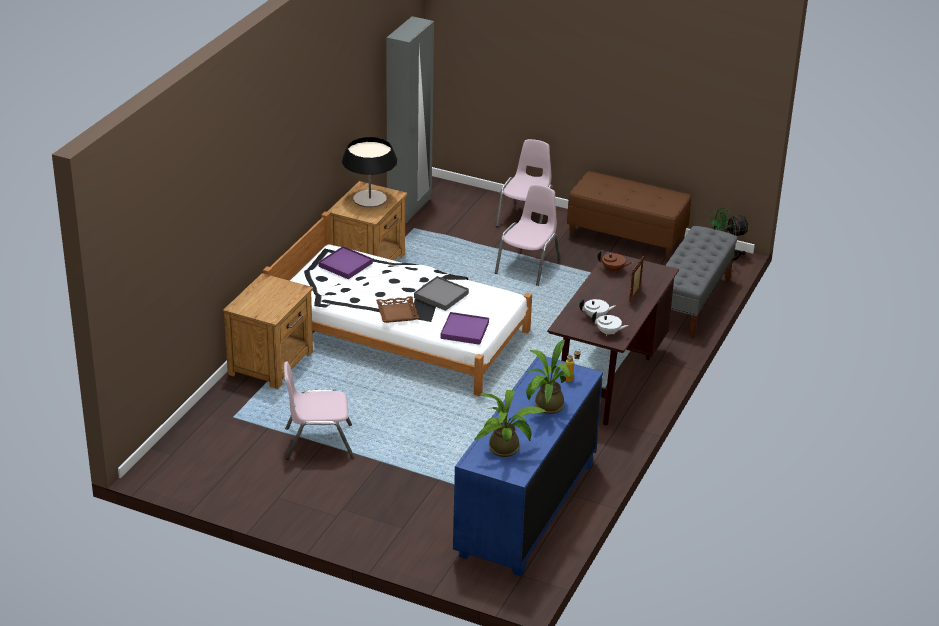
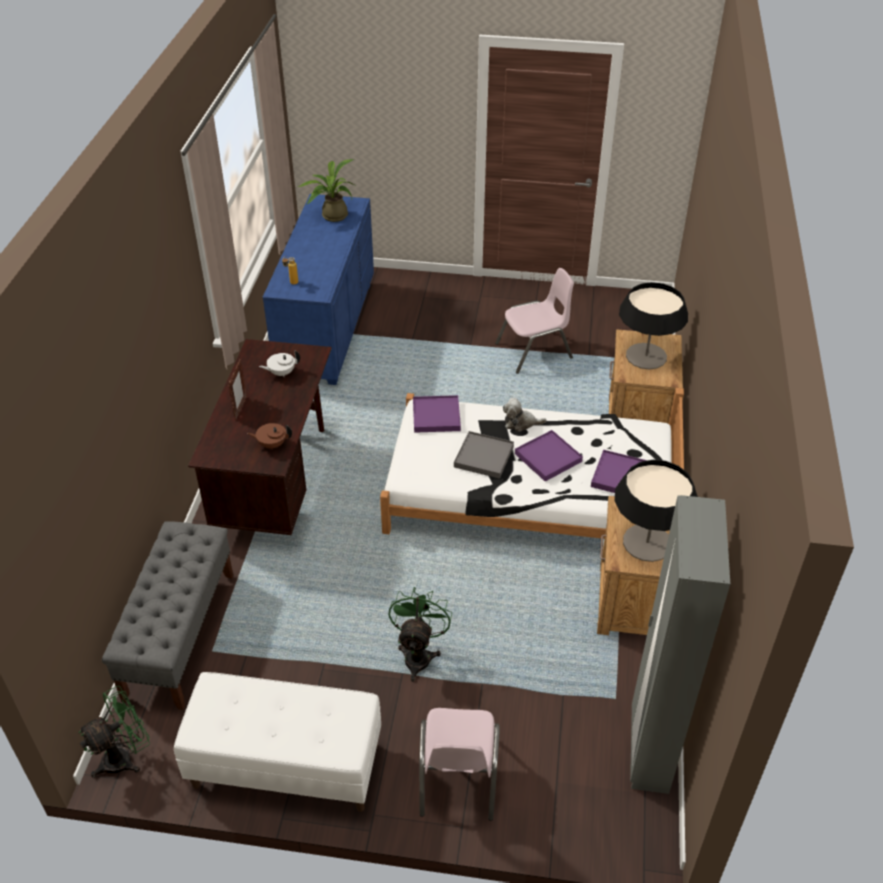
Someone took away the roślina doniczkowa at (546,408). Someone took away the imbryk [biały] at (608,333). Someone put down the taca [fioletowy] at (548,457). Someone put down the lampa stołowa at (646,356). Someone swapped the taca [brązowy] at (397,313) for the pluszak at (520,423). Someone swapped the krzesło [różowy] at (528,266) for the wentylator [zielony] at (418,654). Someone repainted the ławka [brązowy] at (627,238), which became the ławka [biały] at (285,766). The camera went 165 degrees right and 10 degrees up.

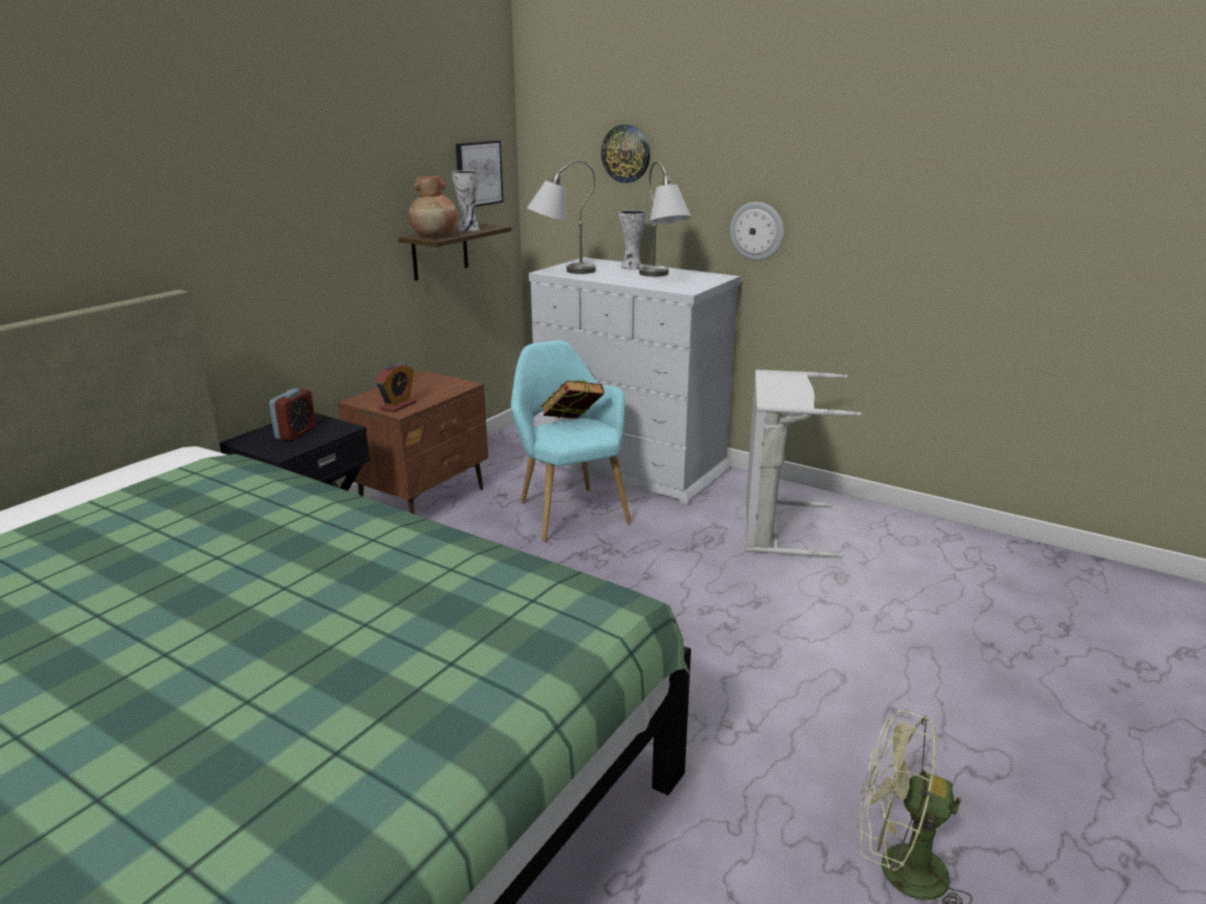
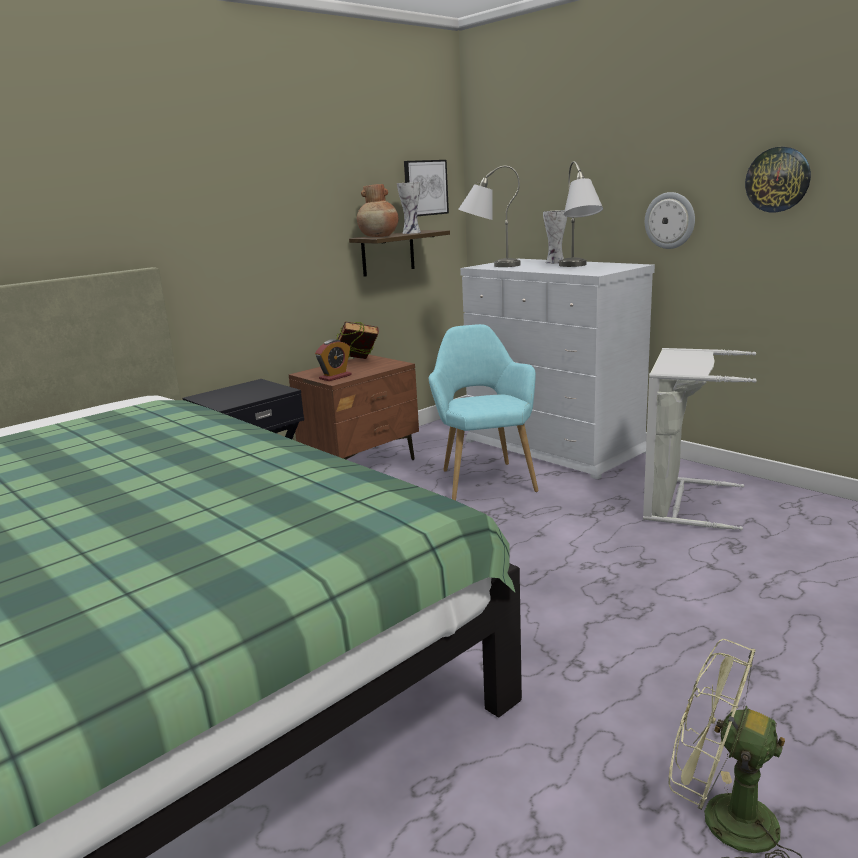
Someone took away the budzik at (296,433). Someone carried the książka from (572,425) to (357,363). Someone carried the zegar ścienny from (626,153) to (778,179). The camera went 15 degrees right and 5 degrees down.

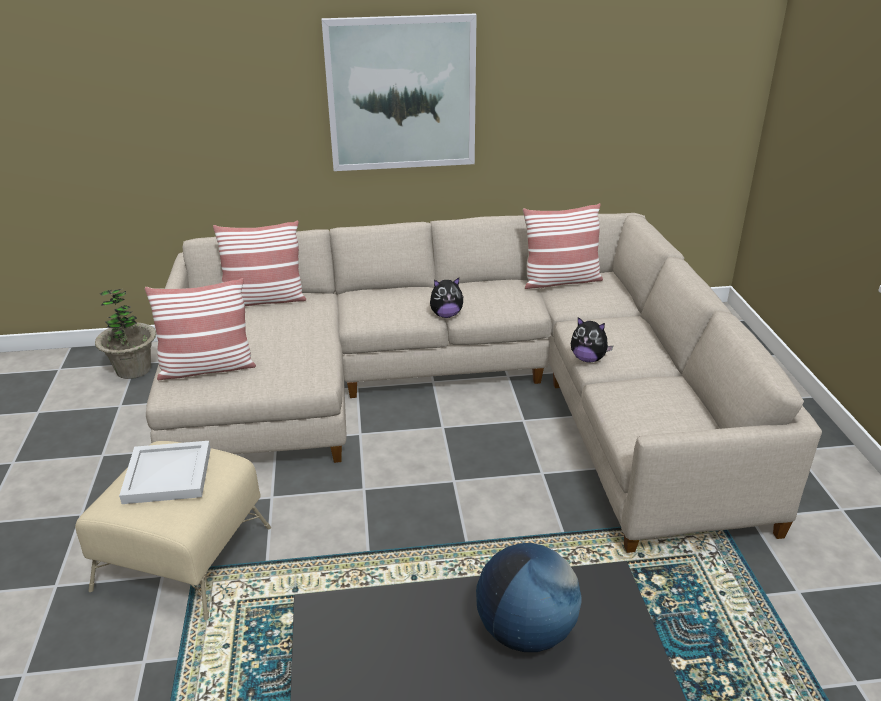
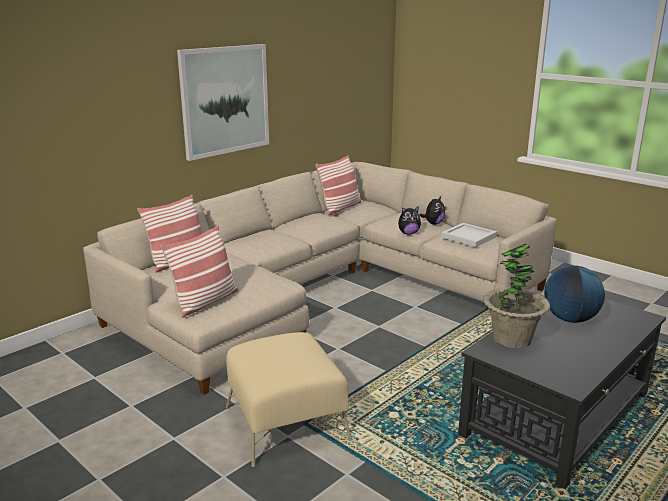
Someone carried the roślina doniczkowa from (133,369) to (511,339). Someone carried the taca [biały] from (169,476) to (469,237). Someone carried the pluszak from (446,315) to (433,223). The camera went 40 degrees left and 10 degrees down.

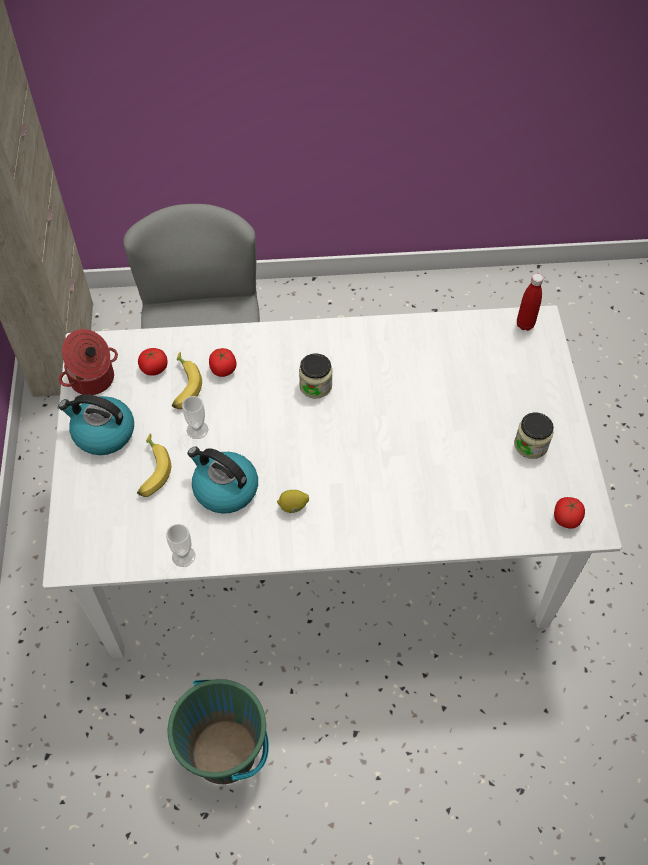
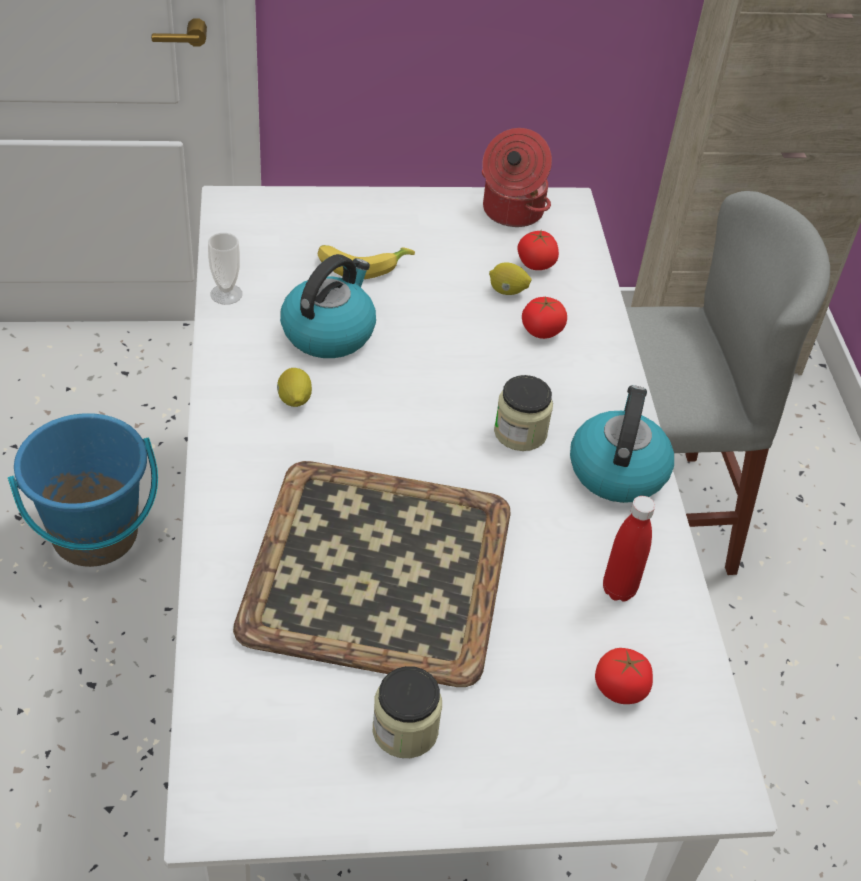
Someone took away the filiżanka at (197,430). Someone put down the taca at (376,567). Someone carried the czajnik from (103,433) to (617,470). Someone carried the butelka [czerwony] from (525,324) to (619,590). Someone carried the pomidor from (566,519) to (620,689). Someone swapped the banan at (183,386) for the cytryna at (507,291). Someone repainted the wiadro [zielony] at (225,752), which became the wiadro [niebieski] at (95,535). The camera went 85 degrees right and 10 degrees down.

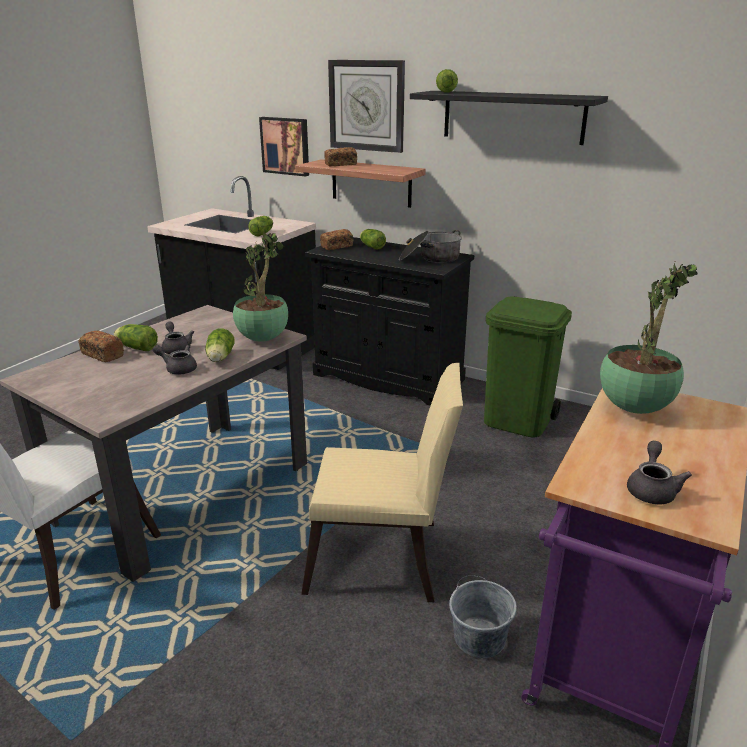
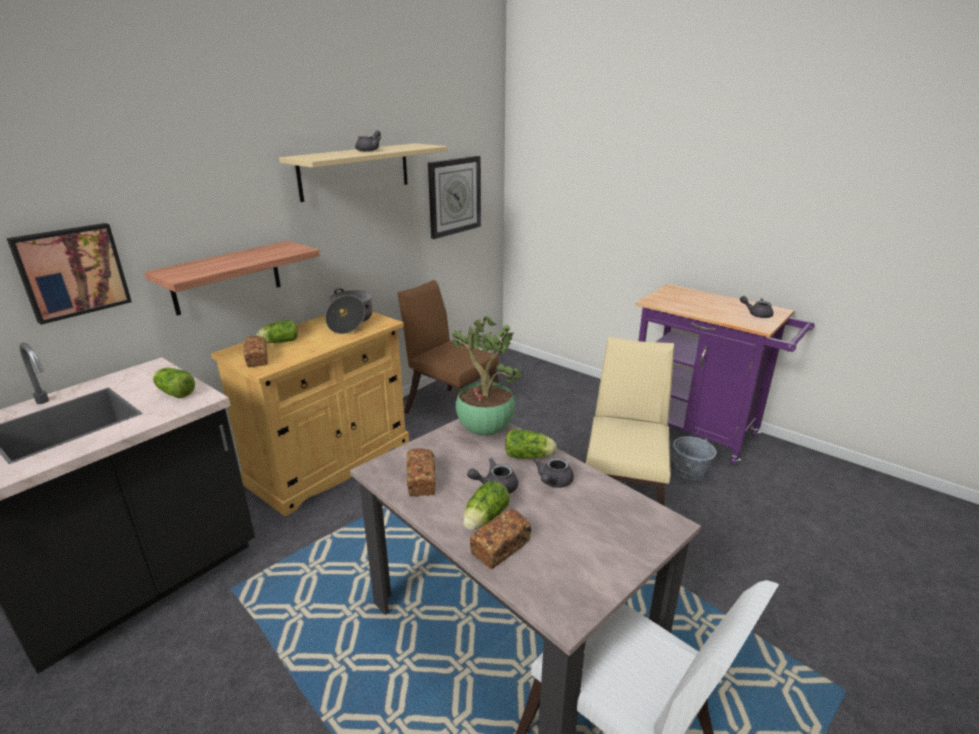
Someone took away the sałata at (445,91). Someone took away the roślina doniczkowa at (634,407). Someone put down the imbryk [szary] at (370,150). Someone carried the chleb from (340,164) to (421,481). Someone carried the zegar ścienny from (367,106) to (454,196). Someone swapped the kosz na śmieci [zielony] at (518,421) for the krzesło [brązowy] at (450,410). Someone repainted the szafka [czarny] at (388,377), which became the szafka [beżowy] at (330,463). Someone repainted the półka [czarny] at (512,117), which became the półka [beżowy] at (355,171). The camera went 80 degrees left and 0 degrees up.

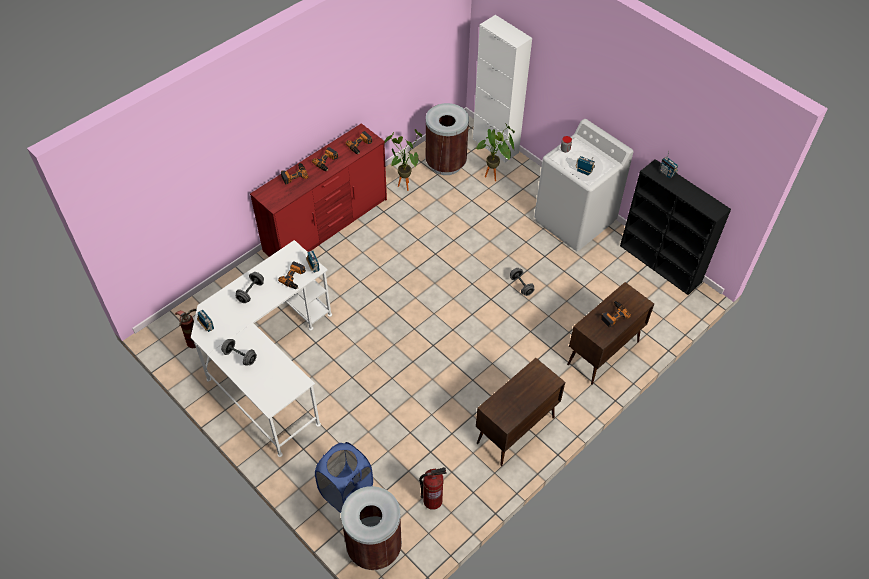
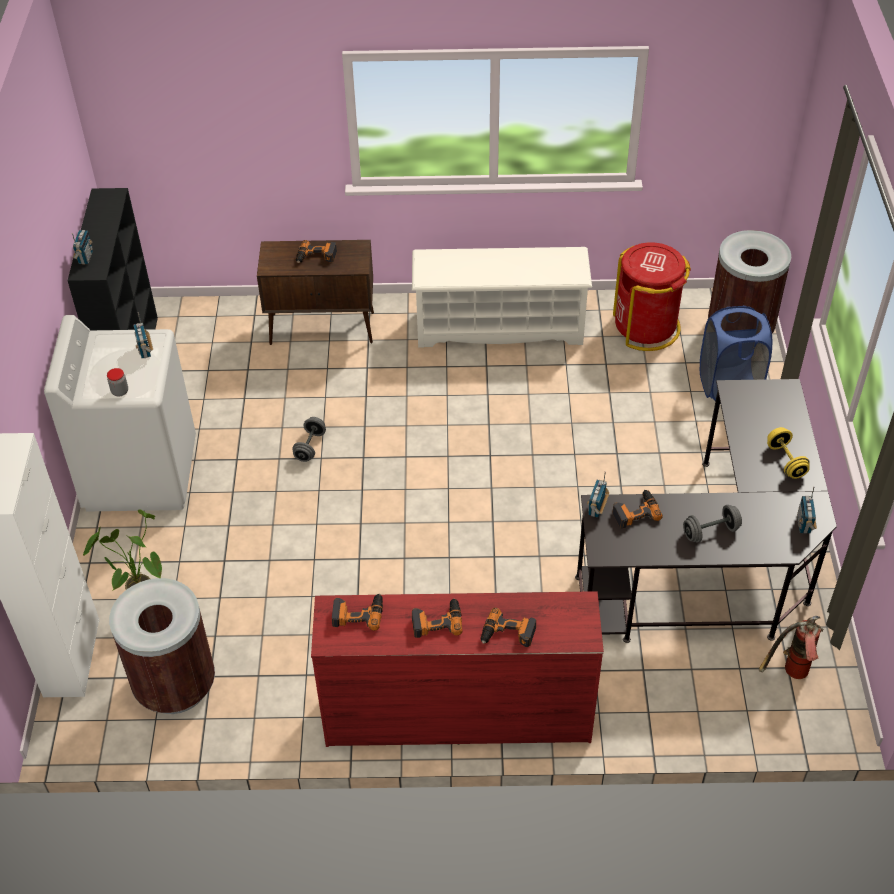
Someone took away the roślina doniczkowa at (404,184). Someone swapped the gaśnica at (432,500) for the kosz na śmieci [czerwony] at (646,327). Someone swapped the szafka [brązowy] at (515,431) for the regał na buty [biały] at (500,326). Someone repainted the biurko [biały] at (269,366), which became the biurko [czarny] at (714,567). Someone repainted the hantel [szary] at (240,356), which became the hantel [żółty] at (785,461). The camera went 135 degrees left and 5 degrees down.

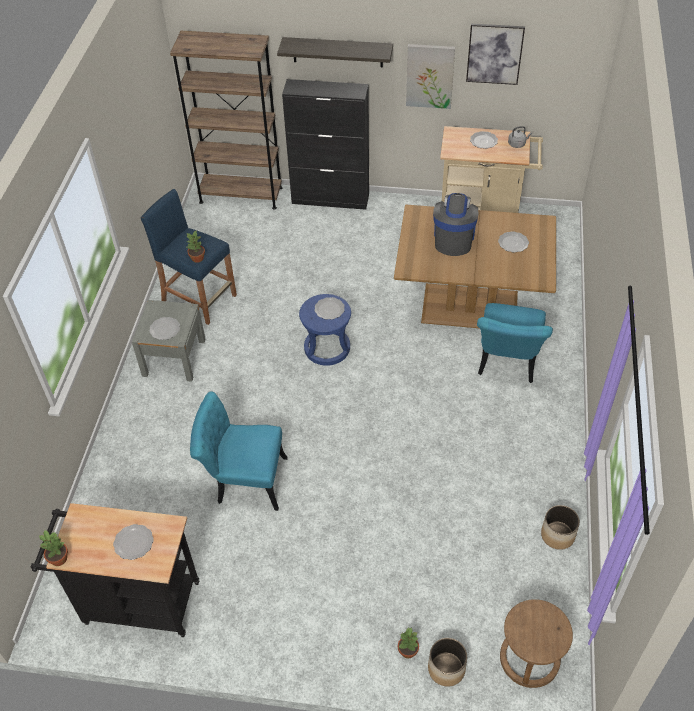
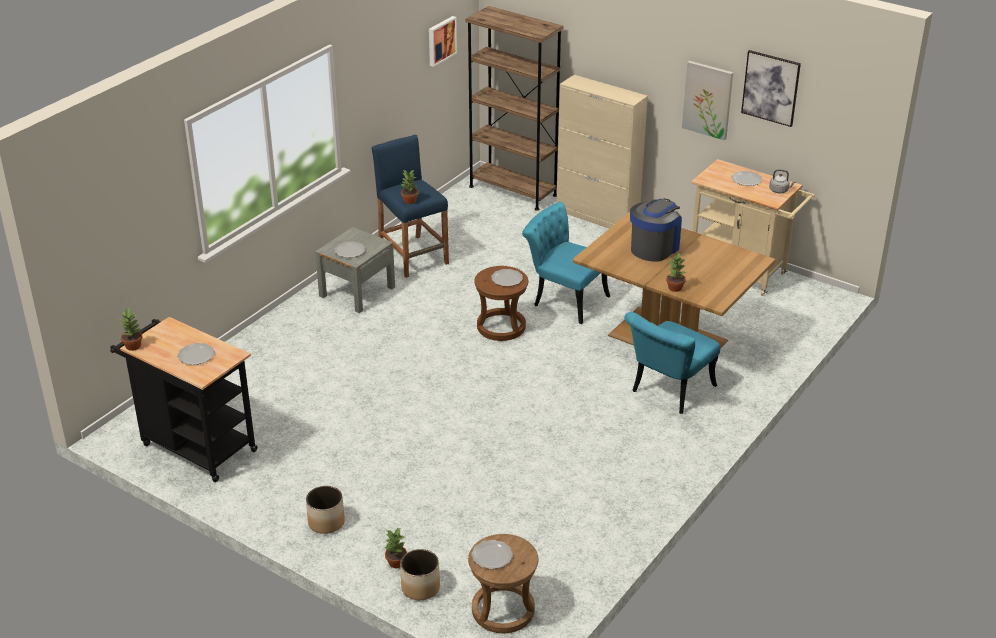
Someone took away the półka at (337,52). Someone put up the obraz at (441,40). Someone put down the roślina doniczkowa at (674,288). Someone carried the krzesło [turkusowy] from (244,480) to (564,299). Someone carried the talerz from (513,243) to (492,556). Someone carried the donica from (557,535) to (326,522). Someone repainted the szafka [czarny] at (331,199), which became the szafka [beżowy] at (597,217). Someone repainted the stołek [niebieski] at (327,348), which became the stołek [brązowy] at (501,326). The camera went 25 degrees right and 15 degrees down.

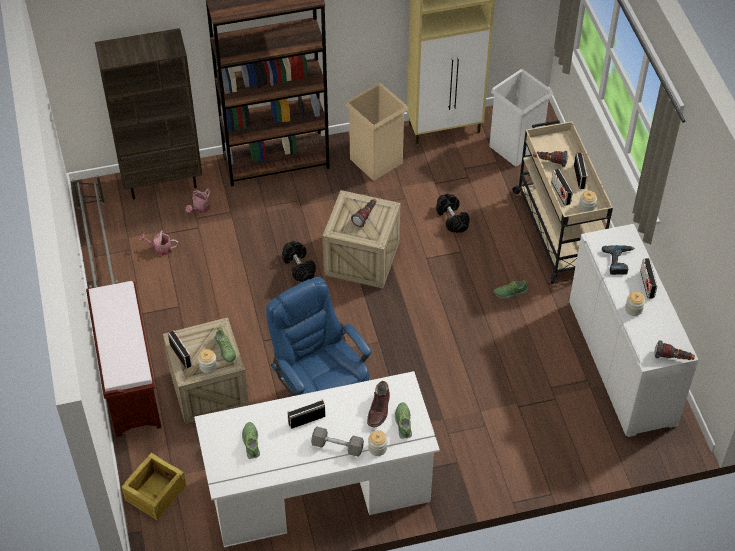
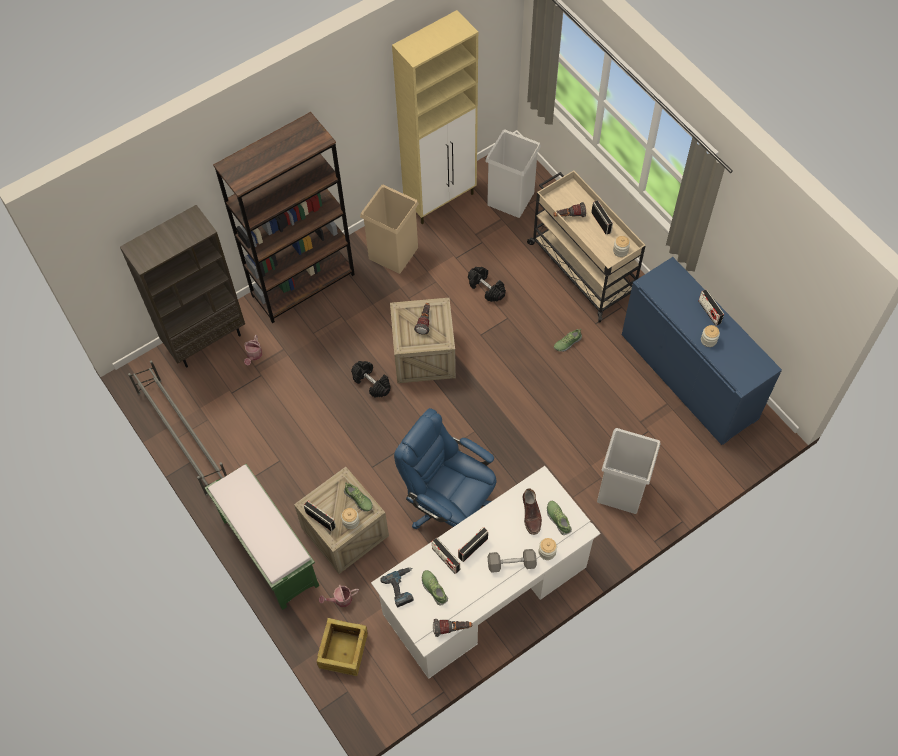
Someone put down the kosz na śmieci [biały] at (621,490). Someone carried the konewka from (160,249) to (340,599). Someone carried the radio from (560,193) to (446,559). Someone carried the wiertarka from (619,261) to (401,587). Someone carried the latarka from (673,358) to (452,629). Someone repainted the ławka [brązowy] at (129,381), which became the ławka [zielony] at (268,551). Someone repainted the szafka [biały] at (621,362), which became the szafka [niebieski] at (688,377). The camera went 20 degrees left and 10 degrees up.

